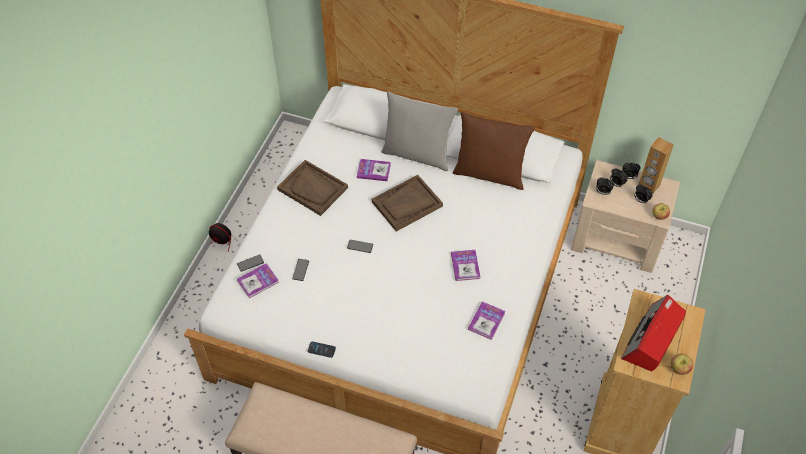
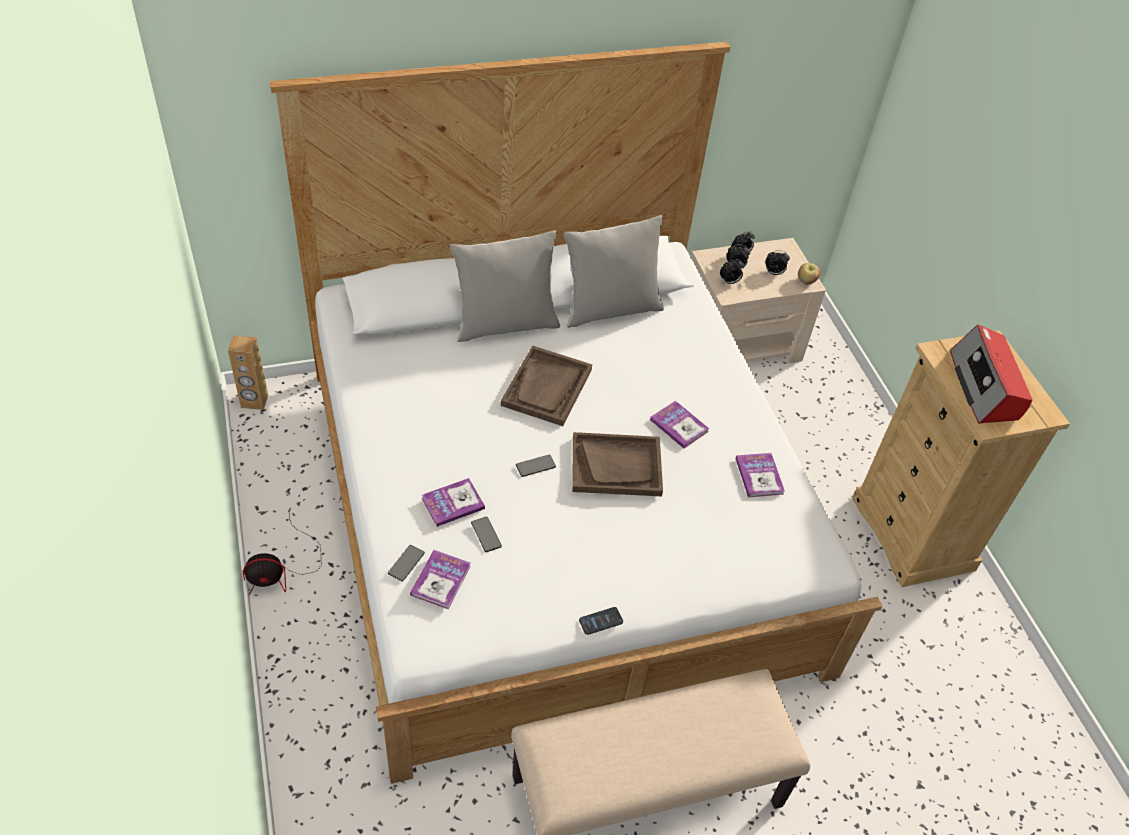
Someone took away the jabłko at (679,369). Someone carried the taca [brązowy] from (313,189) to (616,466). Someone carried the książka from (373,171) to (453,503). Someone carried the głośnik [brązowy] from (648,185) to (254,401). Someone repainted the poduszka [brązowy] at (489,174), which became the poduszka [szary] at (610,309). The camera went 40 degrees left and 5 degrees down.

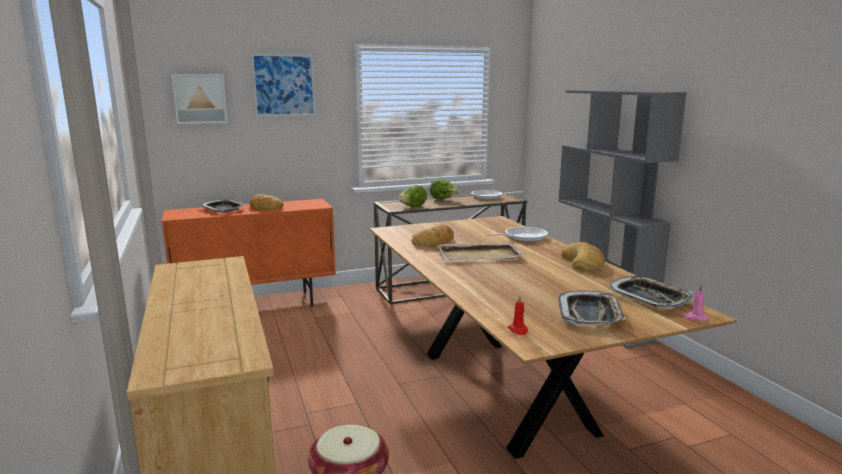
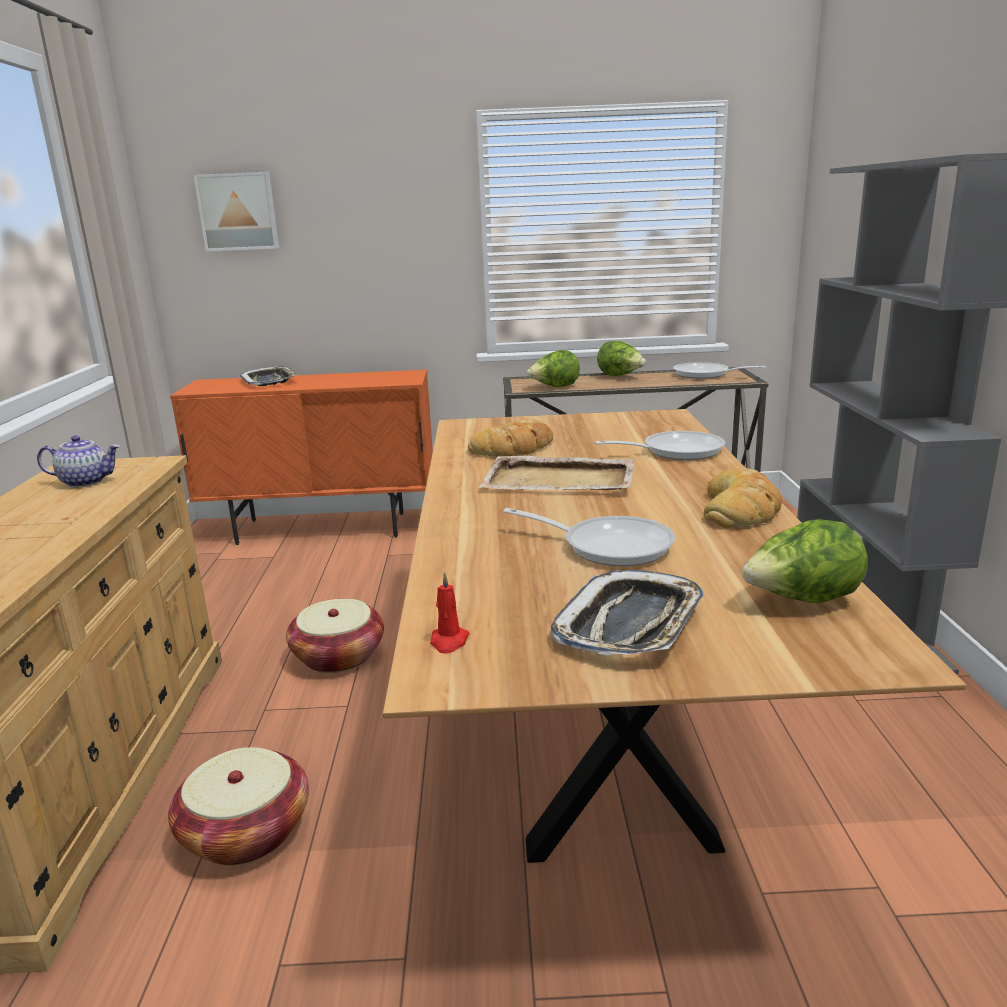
Someone took away the chleb at (265,207). Someone took away the obraz at (284,85). Someone took away the świeca [różowy] at (695,317). Someone put down the imbryk at (86,481). Someone put down the koszyk at (338,656). Someone put down the patelnia at (608,546). Someone swapped the taca at (649,297) for the sałata at (801,601). The camera went 20 degrees right and 5 degrees up.

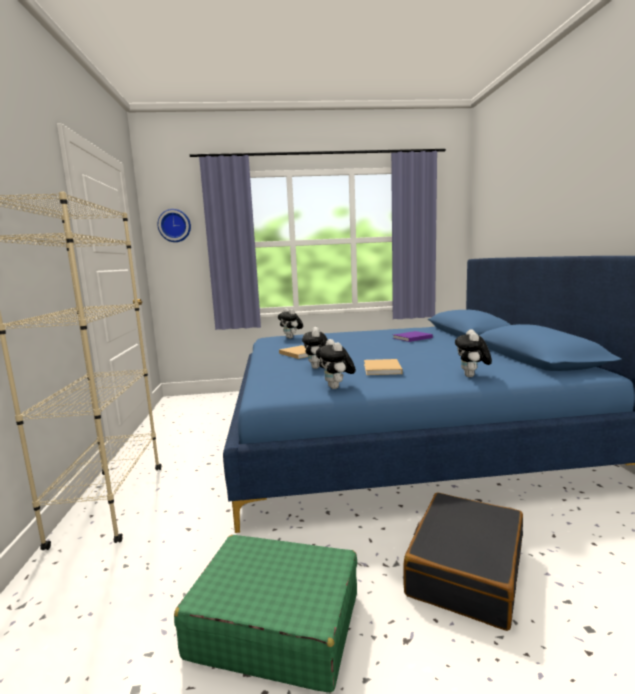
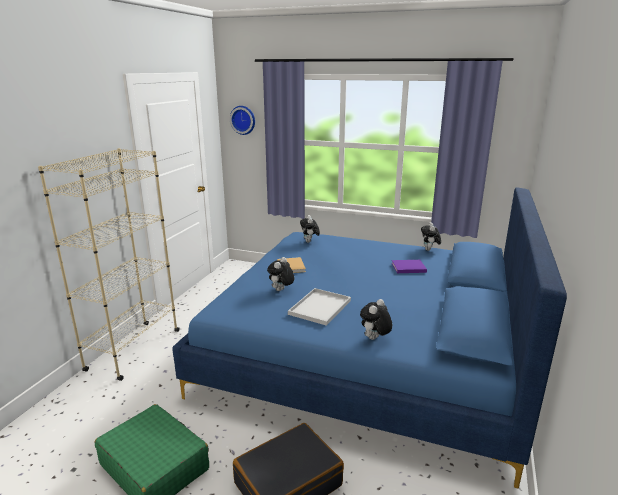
Someone carried the pluszak from (336,388) to (429,250). Someone swapped the książka [beżowy] at (382,369) for the taca [biały] at (320,308). The camera went 25 degrees right and 10 degrees up.

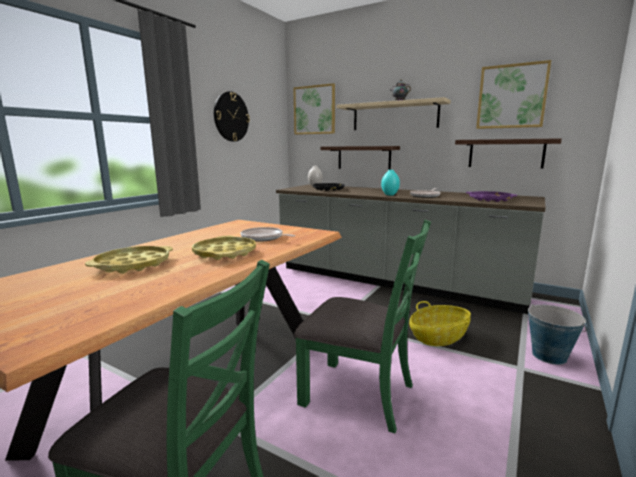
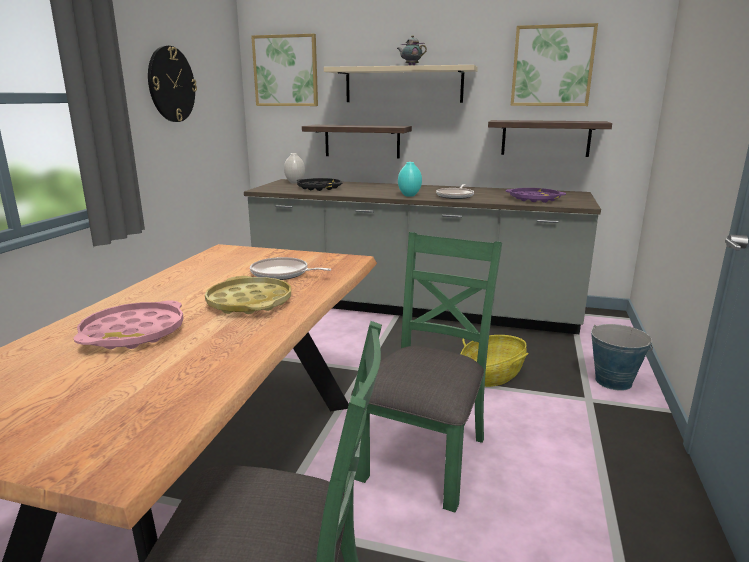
Someone repainted the taca [żółty] at (133,265), which became the taca [różowy] at (133,333). Someone rotated the krzesło [zielony] at (359,393) by 75 degrees counterclockwise. The camera went 15 degrees left and 5 degrees up.

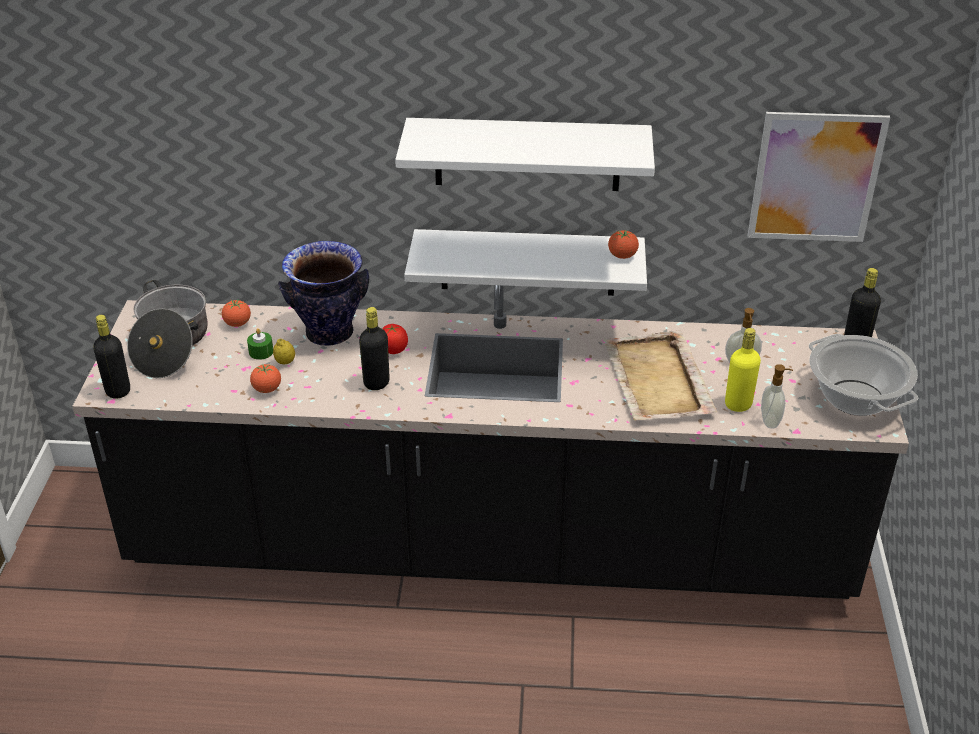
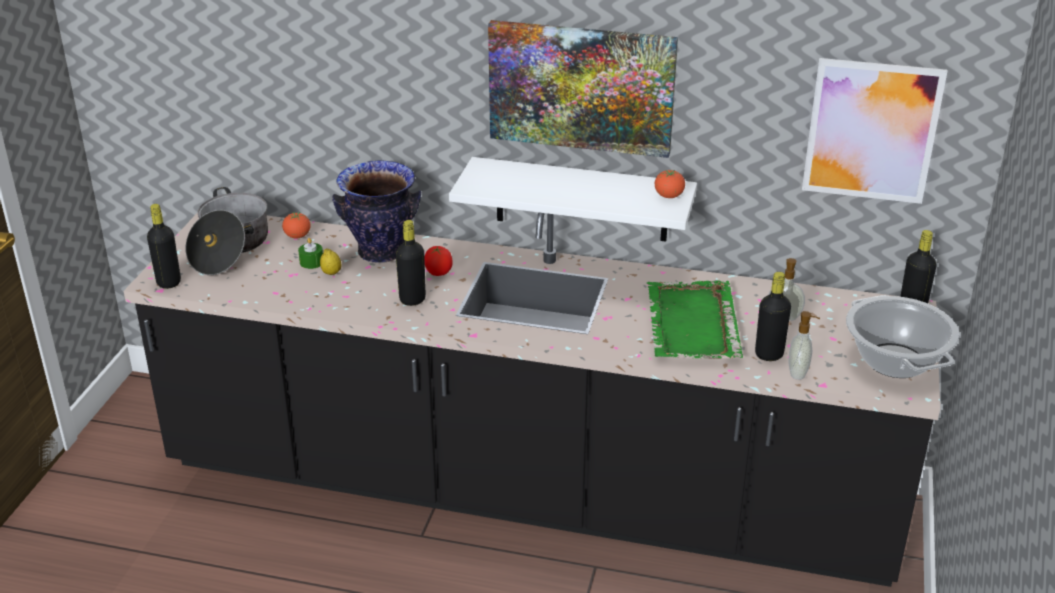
Someone took away the pomidor at (267,389). Someone swapped the półka [biały] at (527,154) for the obraz at (581,87). Someone repainted the taca [beżowy] at (657,380), which became the taca [zielony] at (692,325). Someone repainted the butelka [żółty] at (738,404), which became the butelka [czarny] at (769,354). The camera went 10 degrees right and 5 degrees down.

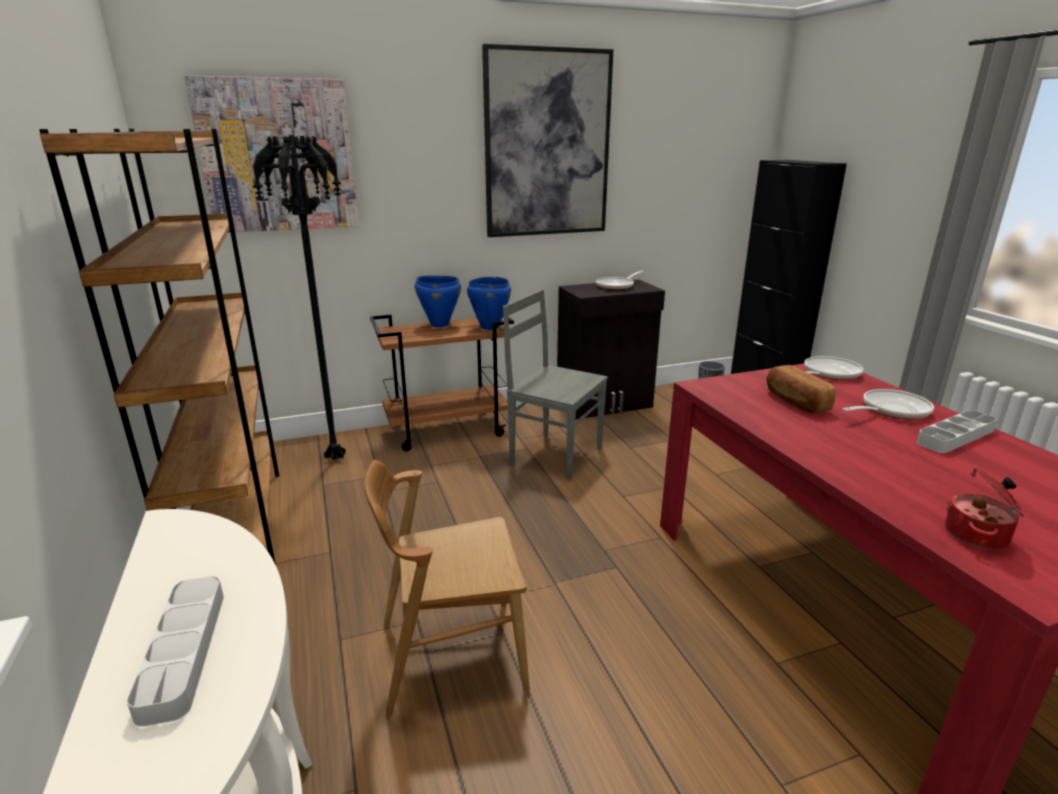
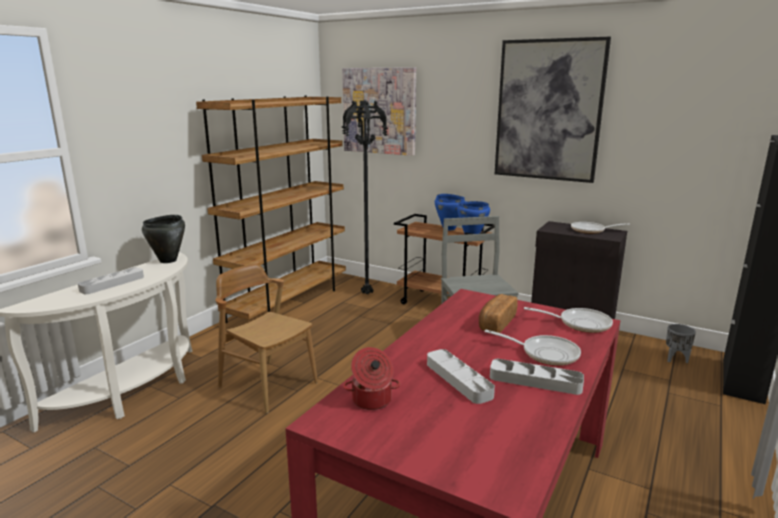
Someone put down the garnek [czarny] at (168,260). Someone put down the taca [szary] at (458,379). The camera went 50 degrees right and 5 degrees down.

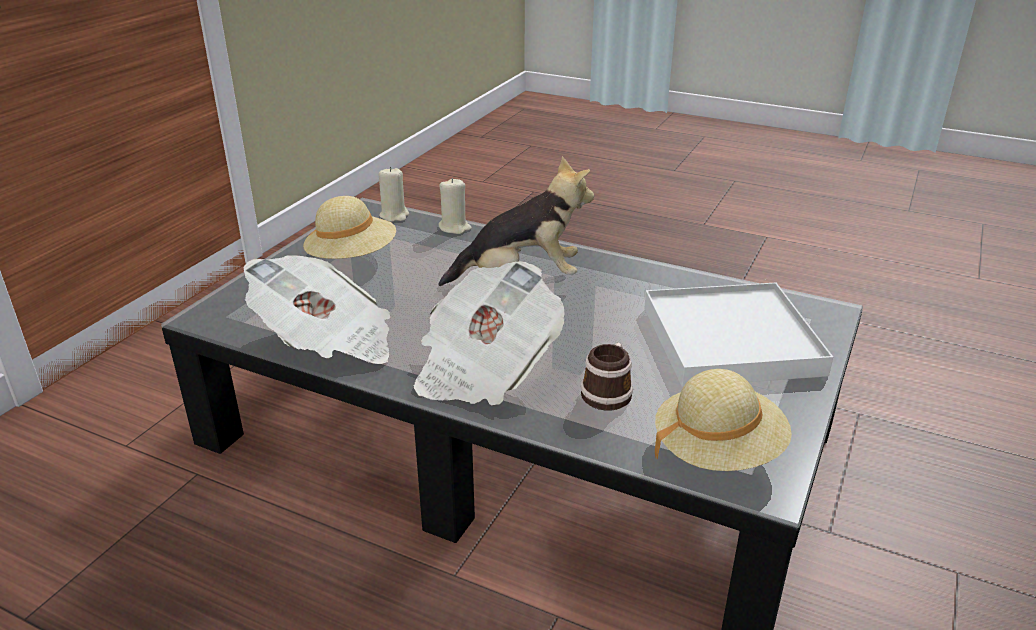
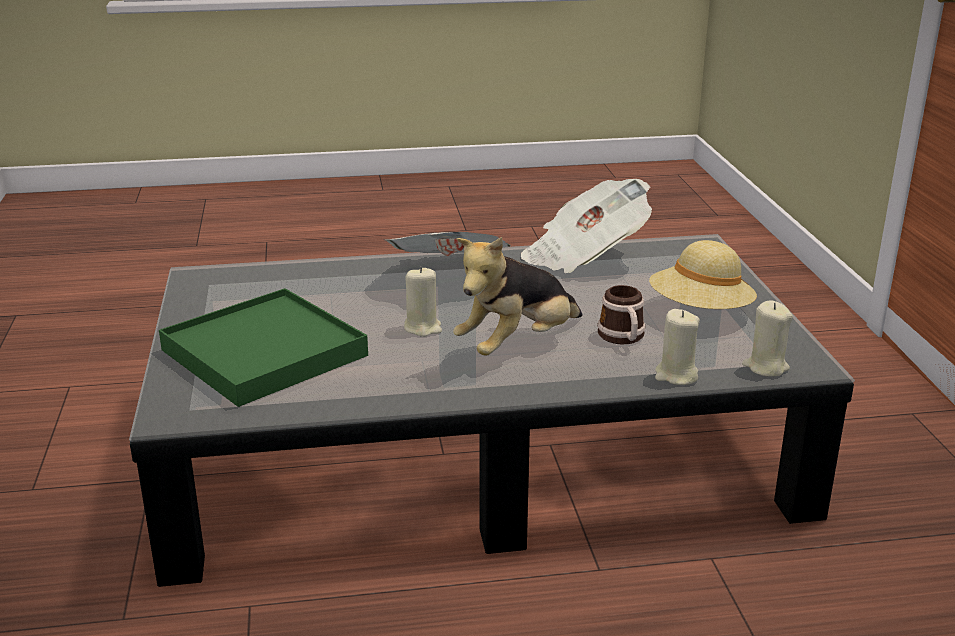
Someone took away the kapelusz [beżowy] at (717,451). Someone put down the świeca [beżowy] at (423,328). Someone carried the kubek from (608,392) to (623,338). Someone repainted the taca [biały] at (730,340), which became the taca [zielony] at (265,353). The camera went 145 degrees right and 5 degrees down.

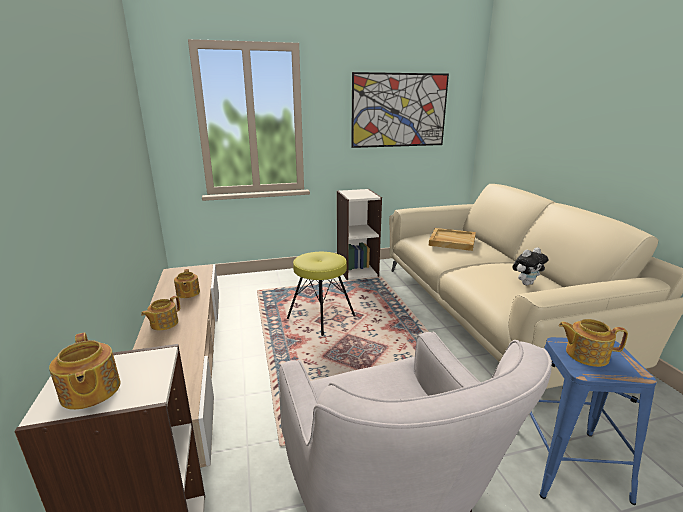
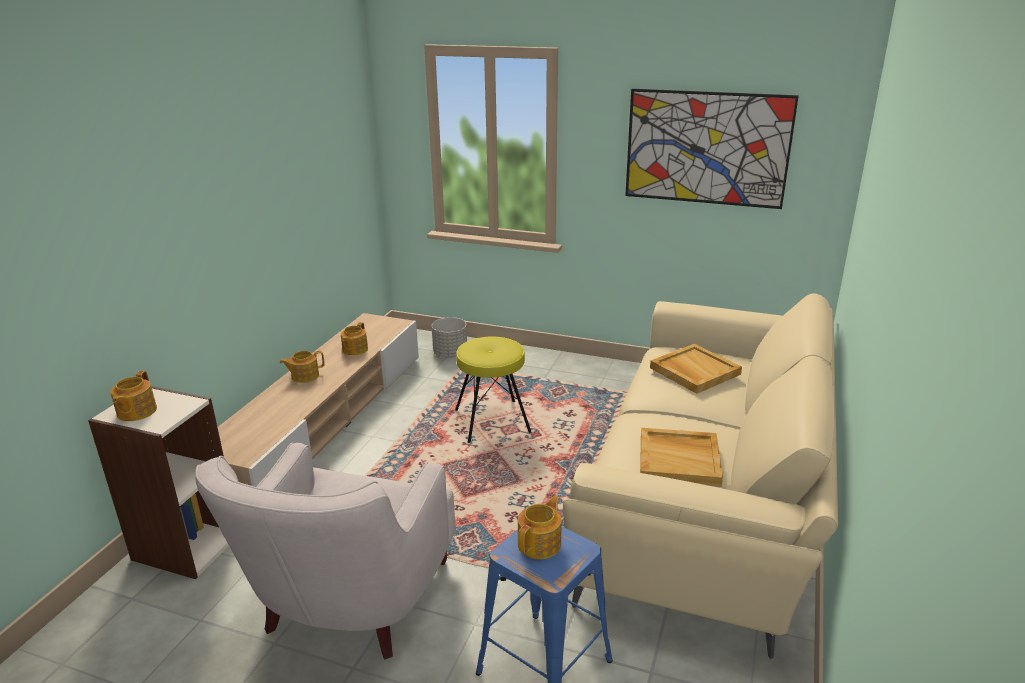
Someone took away the regał at (357,270). Someone put down the donica [szary] at (450,354). Someone swapped the pluszak at (526,283) for the taca [beżowy] at (679,459). Someone rotated the imbryk at (585,354) by 75 degrees clockwise. The camera went 35 degrees right and 5 degrees up.

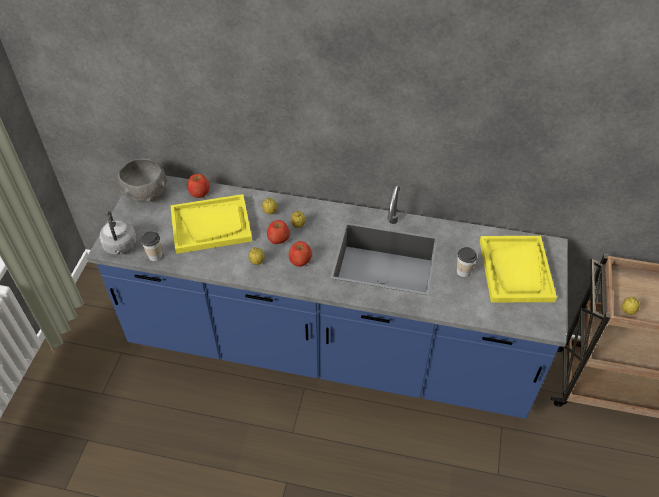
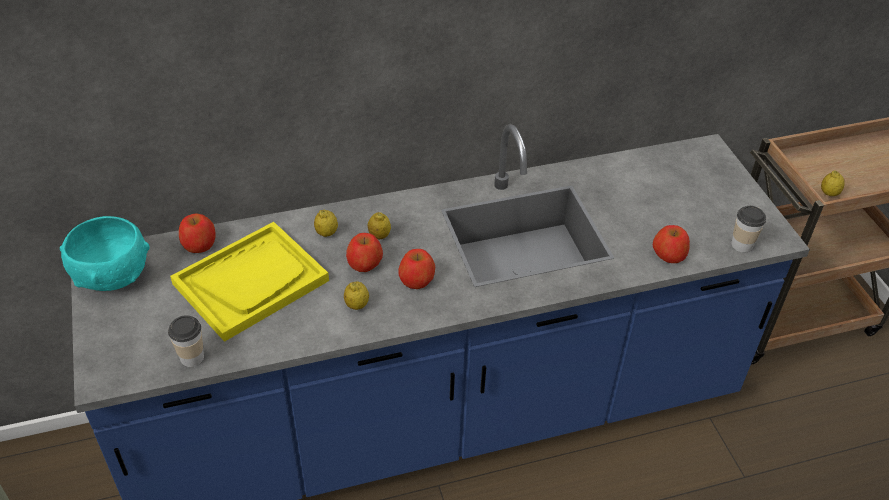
Someone took away the czajnik [szary] at (121,246). Someone took away the taca [żółty] at (516,270). Someone put down the jabłko at (668,254). Someone carried the filiżanka from (463,271) to (741,245). Someone repainted the miska [szary] at (145,193), which became the miska [turkusowy] at (112,276). The camera went 30 degrees left and 5 degrees down.

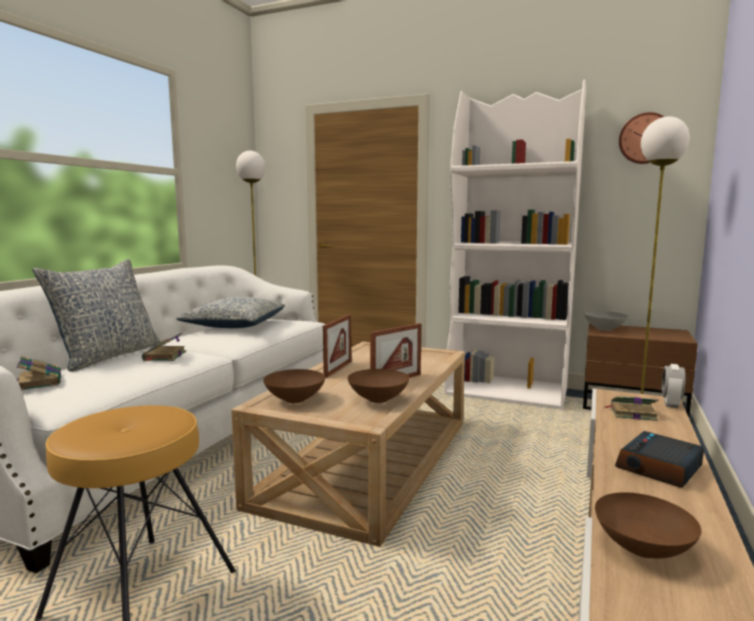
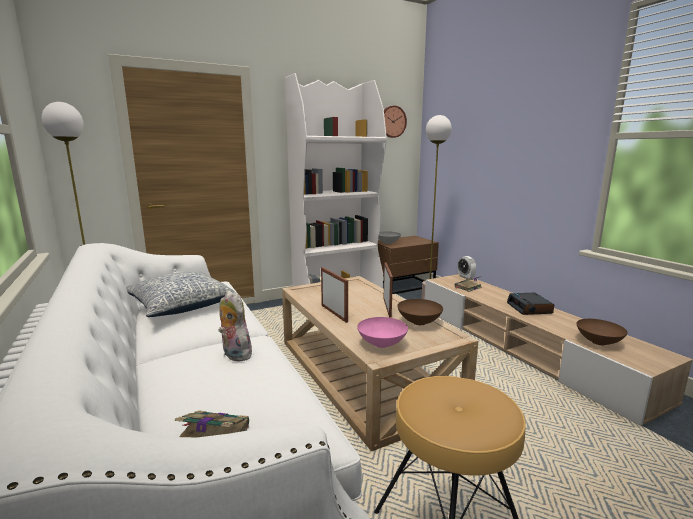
Someone took away the poduszka at (107,356). Someone swapped the książka at (164,356) for the pluszak at (234,355). Someone repainted the miska [brązowy] at (296,400), which became the miska [różowy] at (382,344). The camera went 50 degrees left and 5 degrees up.

